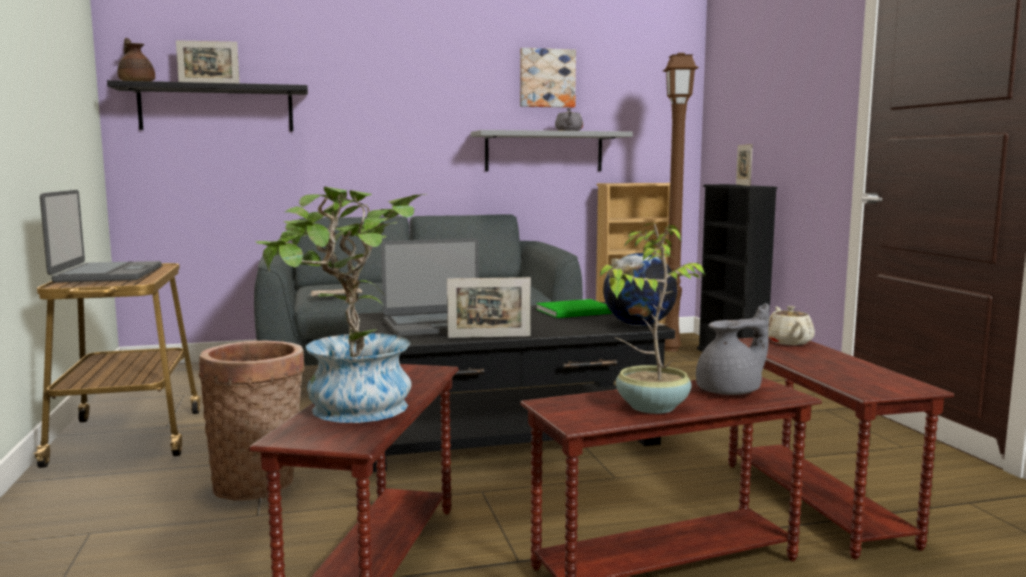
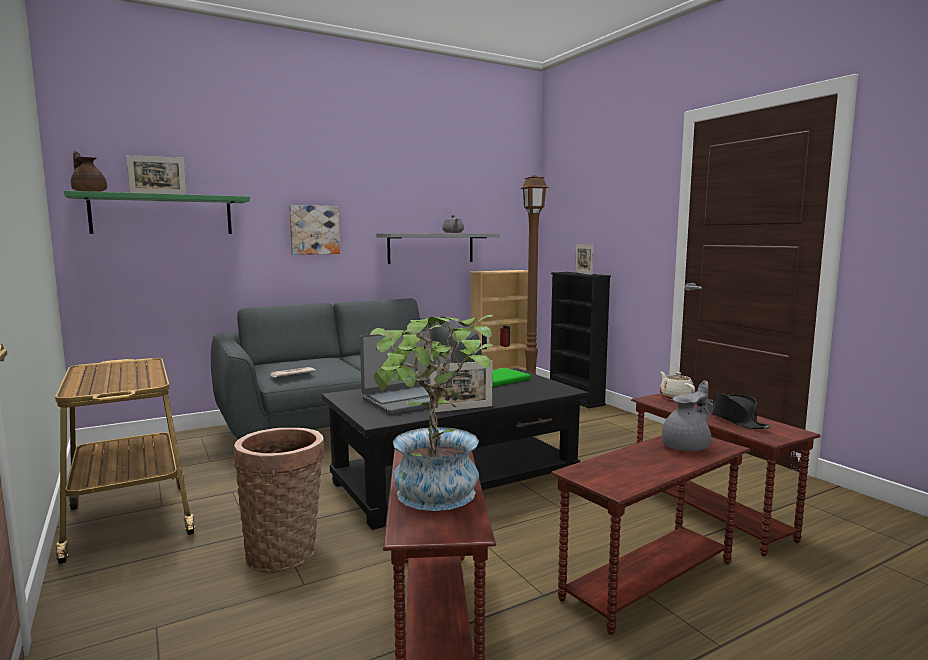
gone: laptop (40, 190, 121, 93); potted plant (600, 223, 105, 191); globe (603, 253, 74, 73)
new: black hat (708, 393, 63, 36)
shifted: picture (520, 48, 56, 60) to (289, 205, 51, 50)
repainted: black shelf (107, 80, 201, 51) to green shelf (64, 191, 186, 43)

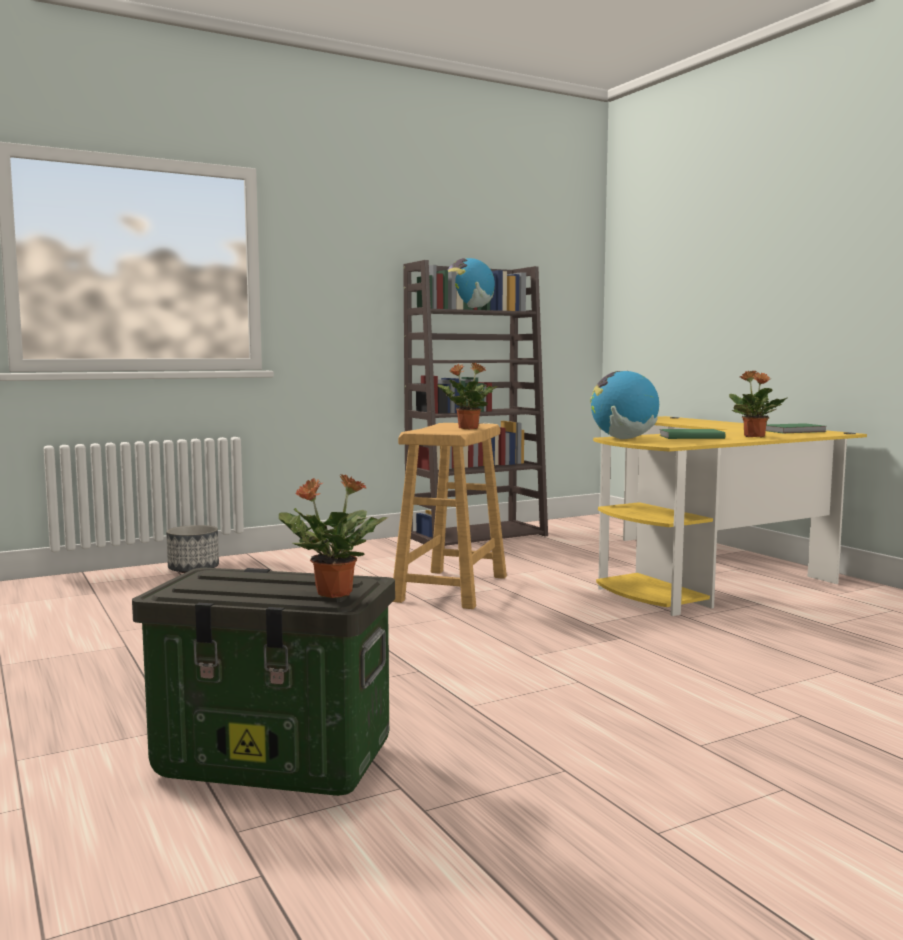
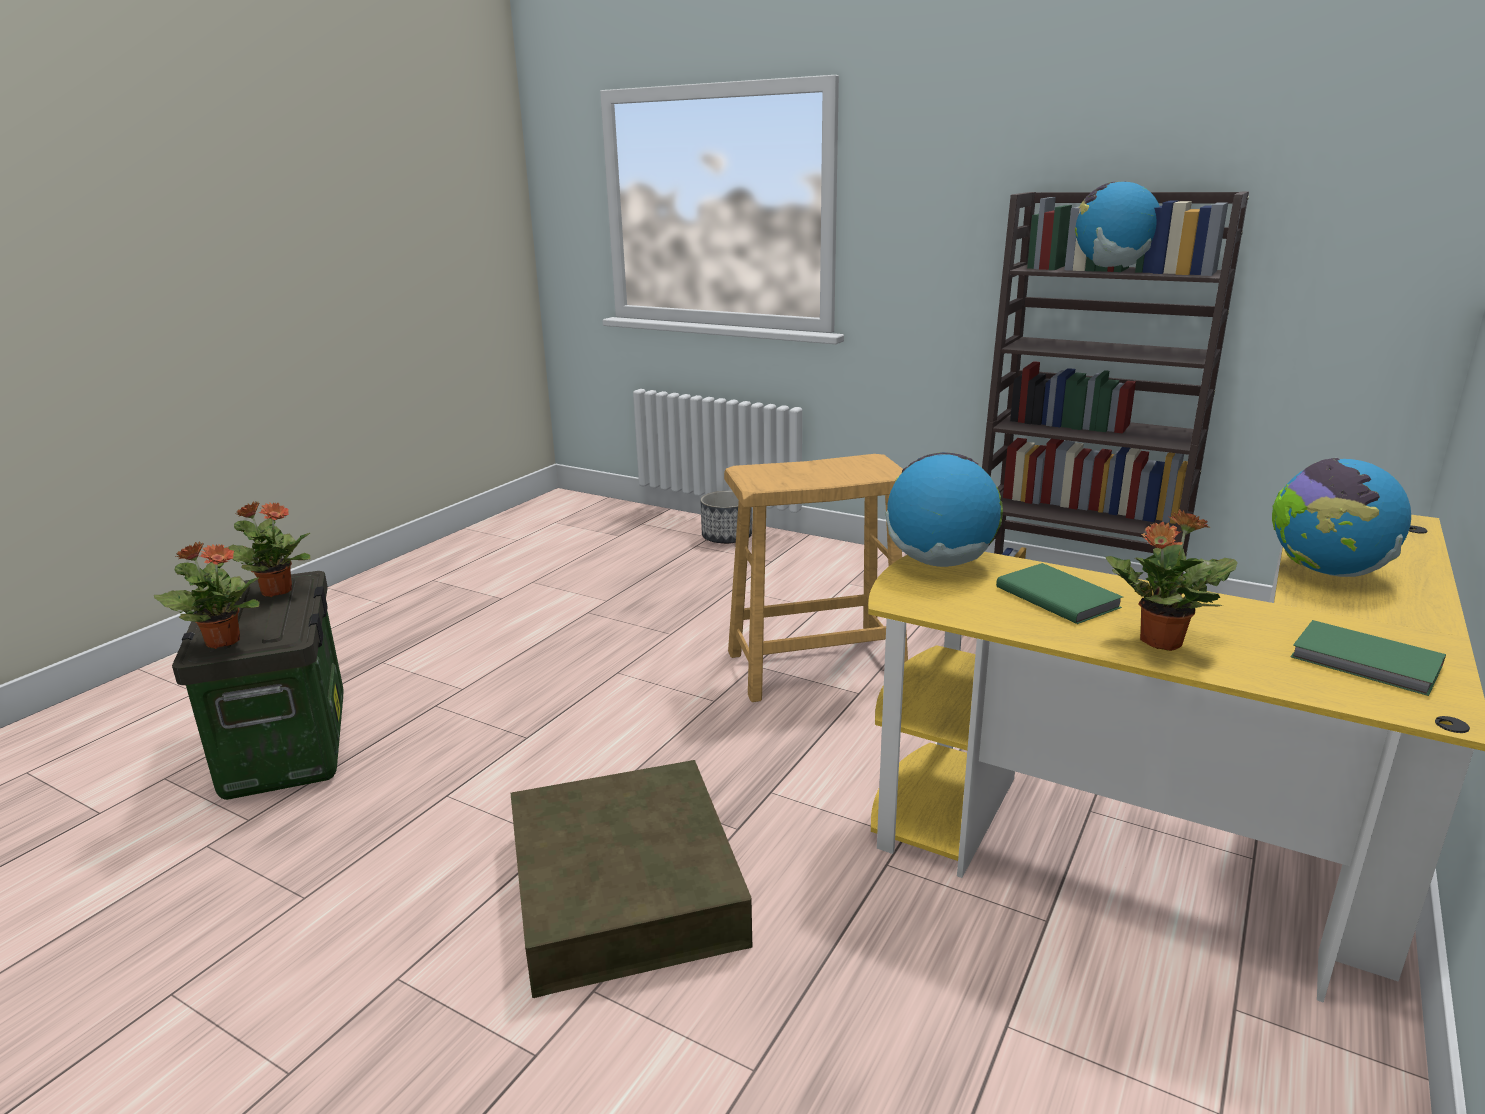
new: globe (1272, 458, 139, 119); brown storage box (510, 760, 243, 238)
shifted: potted plant (438, 363, 60, 66) to (226, 501, 84, 96)

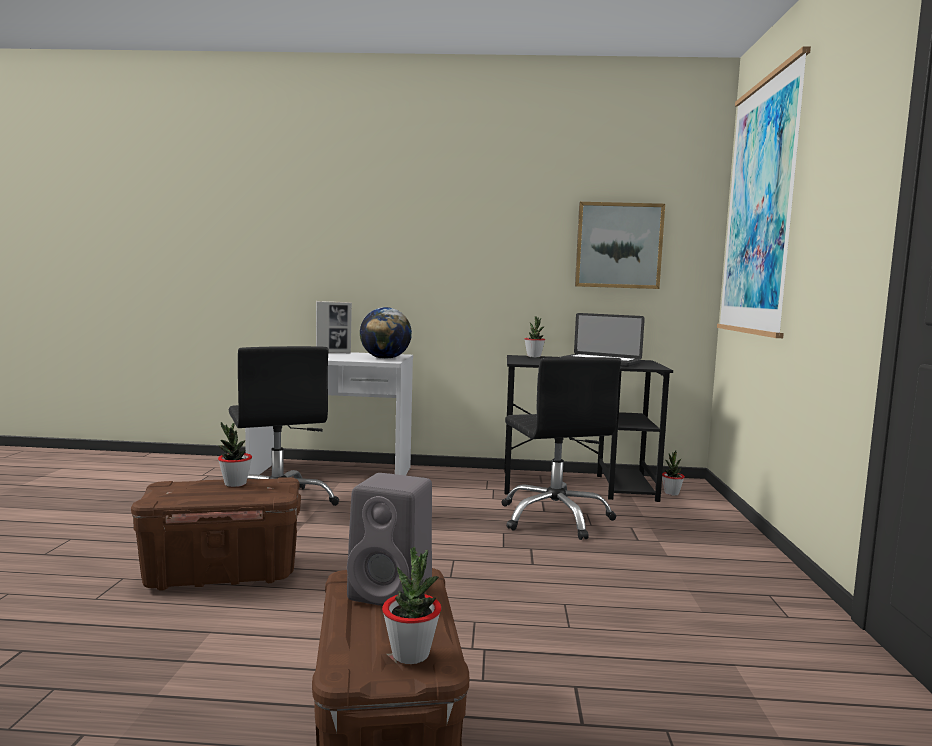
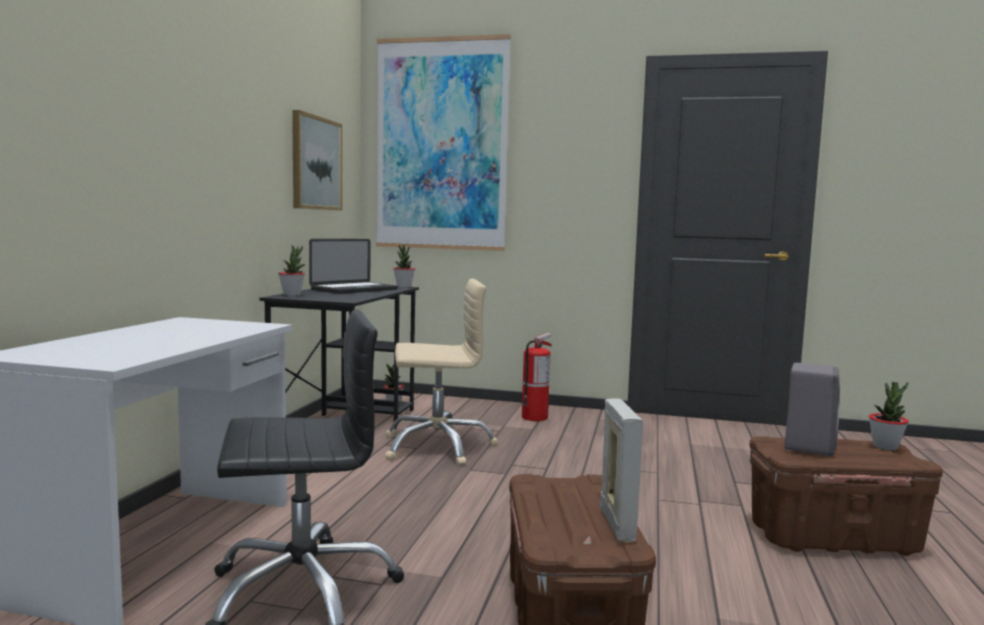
gone: globe (360, 307, 52, 52)
new: fire extinguisher (522, 333, 30, 88)
shifted: picture frame (316, 301, 36, 53) to (600, 398, 43, 144); potted plant (218, 422, 34, 65) to (393, 245, 22, 43)
repainted: black office chair (501, 357, 120, 183) to beige office chair (385, 279, 114, 187)

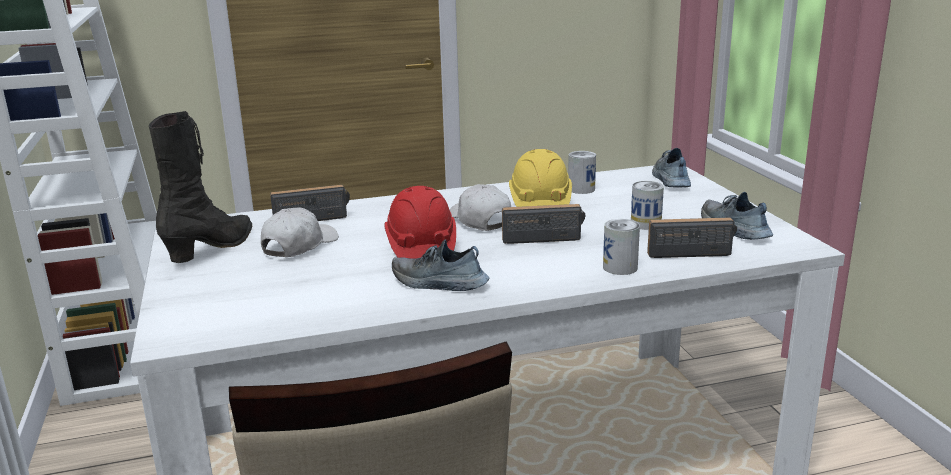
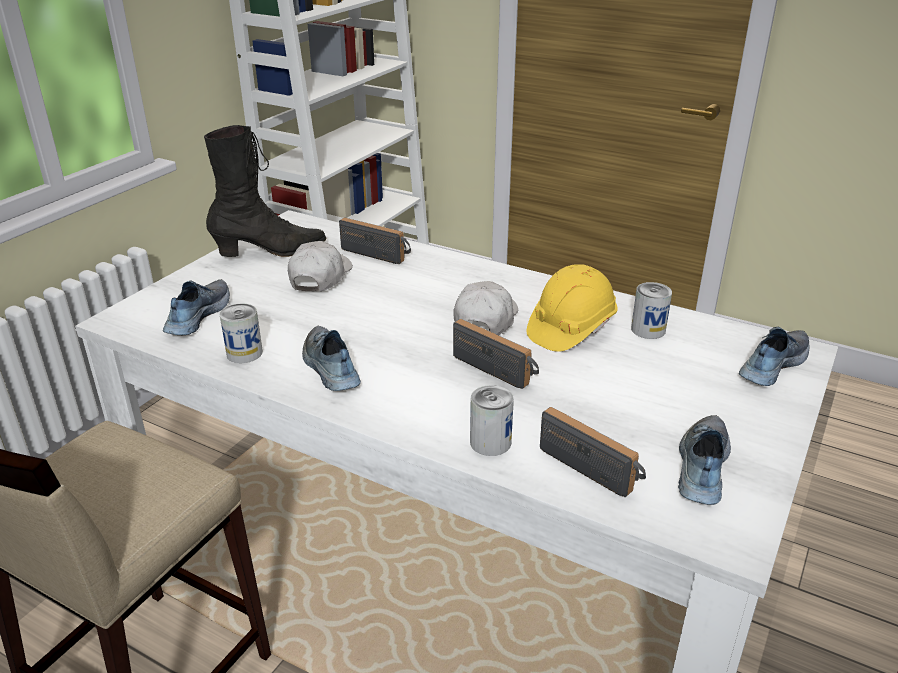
gone: red hard hat (384, 186, 72, 73)
new: shoe (163, 279, 67, 56)
shifted: can (631, 181, 33, 49) to (219, 304, 44, 59)
rotated: white cap (261, 208, 78, 49) = (288, 241, 65, 50) 60 degrees counterclockwise

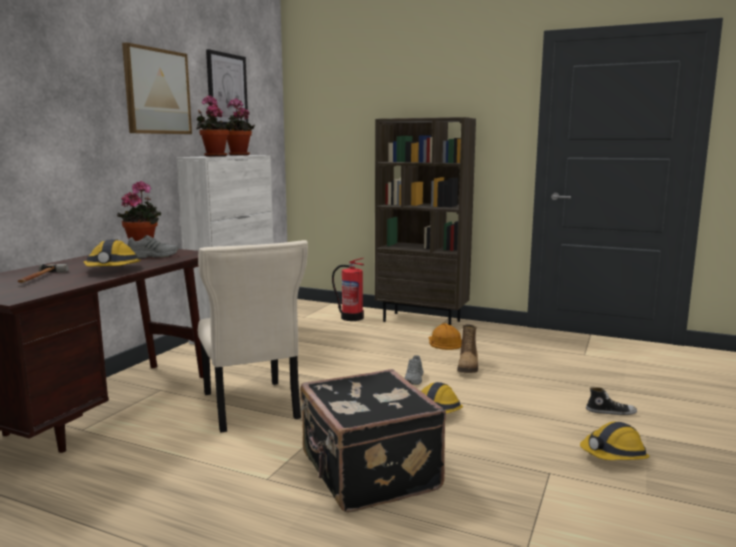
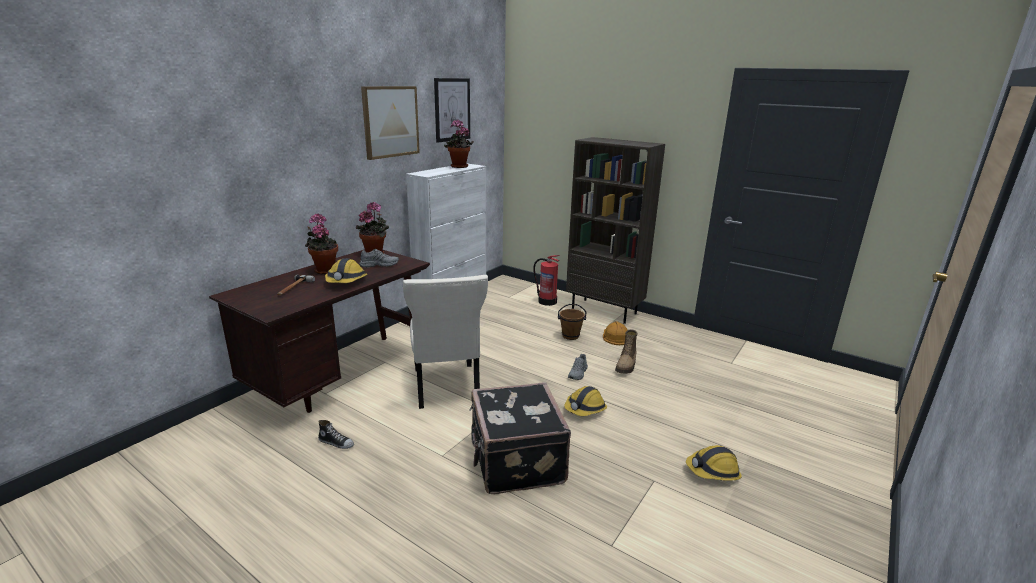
new: brown bucket (558, 304, 29, 36)
shifted: potted plant (196, 95, 33, 62) to (305, 213, 33, 62); shoe (586, 387, 51, 28) to (318, 420, 36, 29)

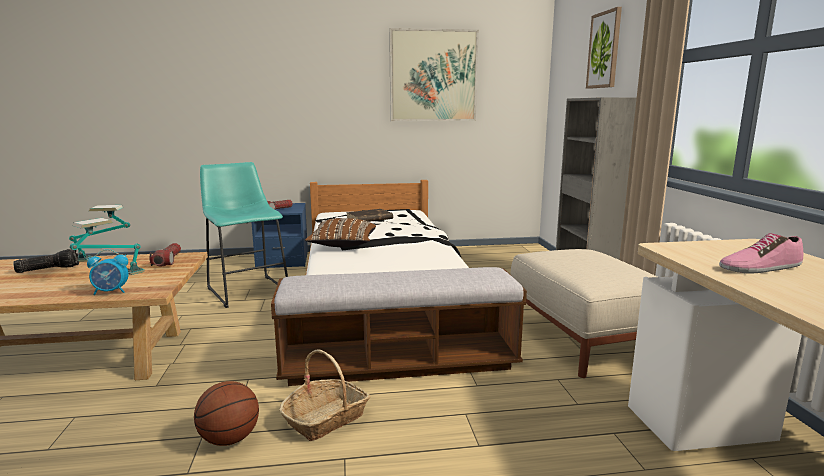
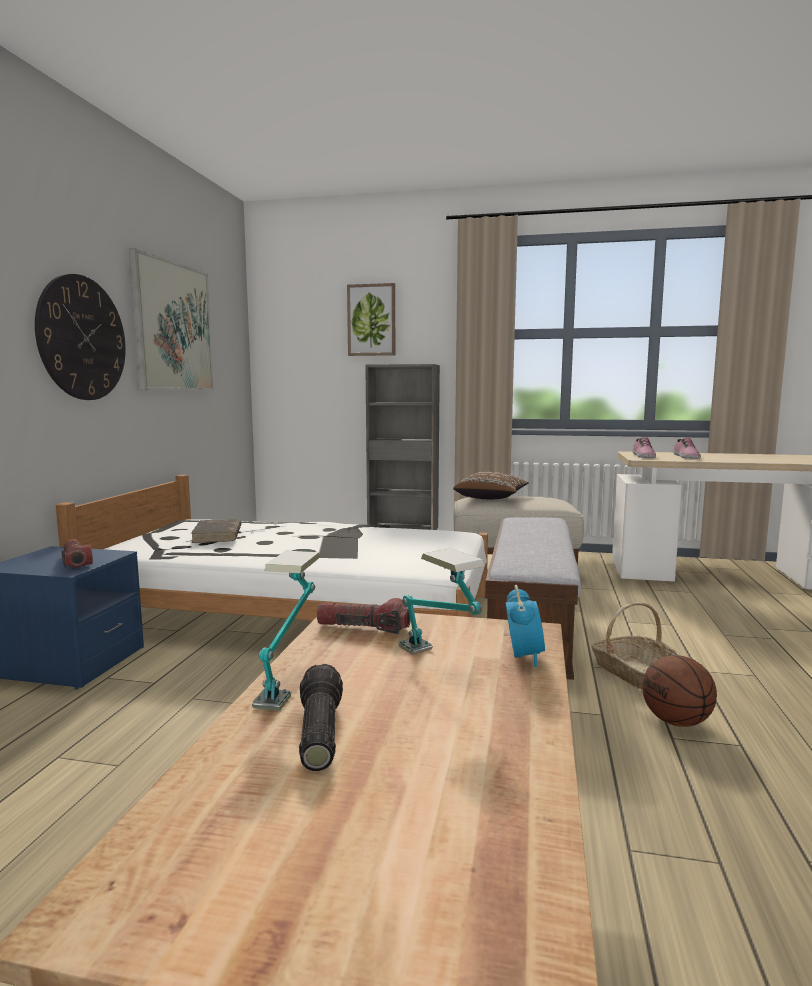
gone: turquoise stool (200, 162, 88, 146)
new: wall clock (35, 274, 91, 126); shoe (633, 437, 23, 21)
shifted: brown pillow (305, 218, 71, 29) to (453, 472, 76, 27)

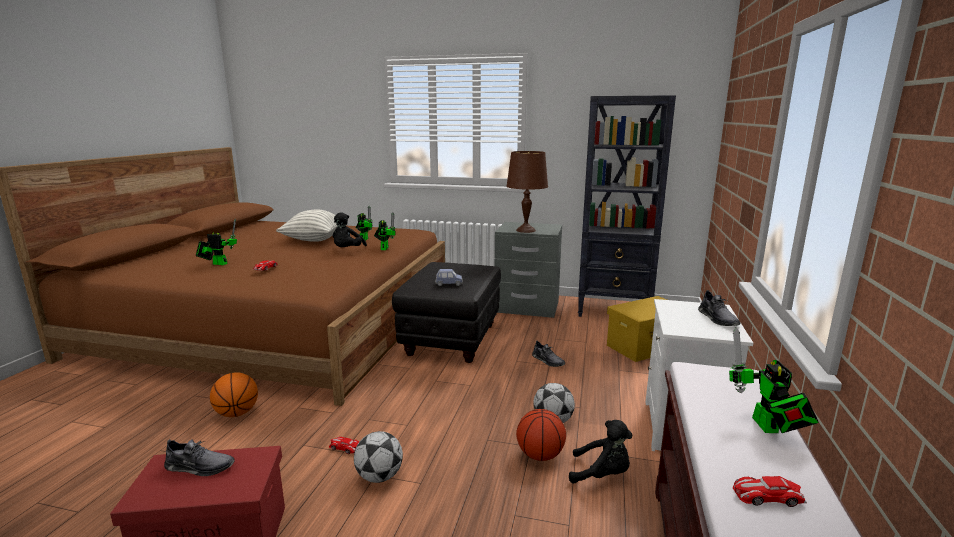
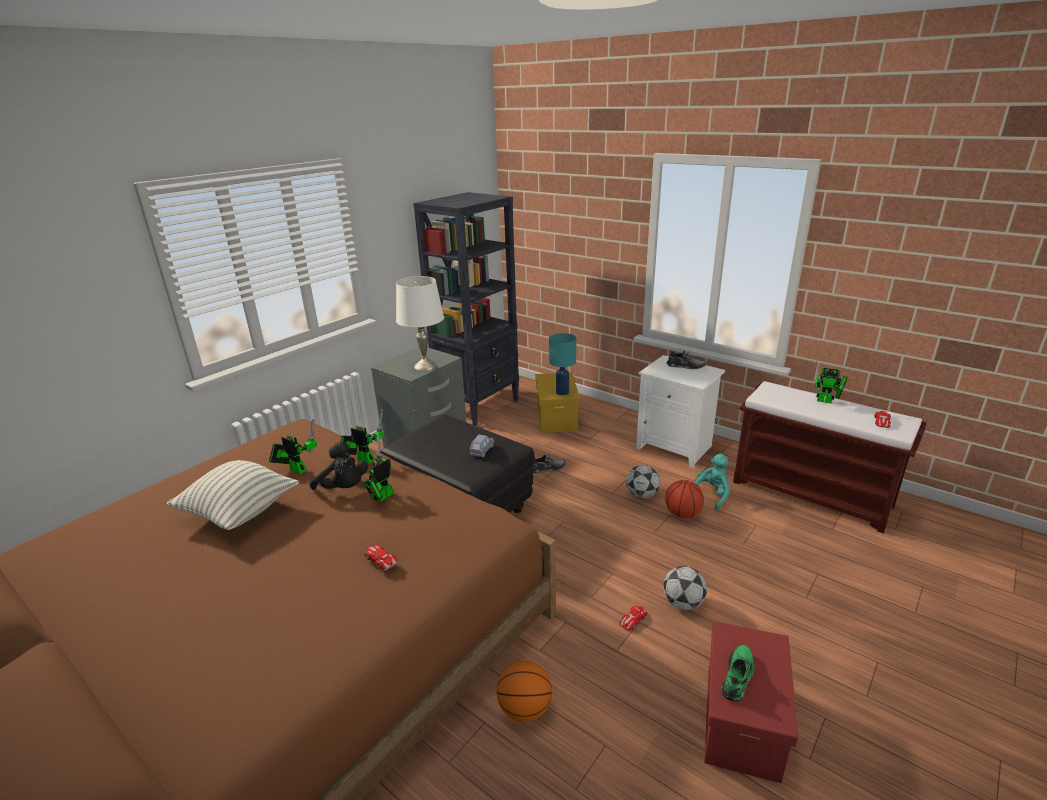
new: turquoise table lamp (549, 333, 27, 62)
shifted: toy robot (196, 219, 41, 46) to (363, 432, 31, 70)
repainted: brown table lamp (506, 151, 42, 82) to white table lamp (396, 276, 48, 95); black plush toy (569, 420, 63, 64) to turquoise plush toy (695, 454, 35, 57); grey shoe (164, 439, 70, 37) to green shoe (721, 645, 34, 57)

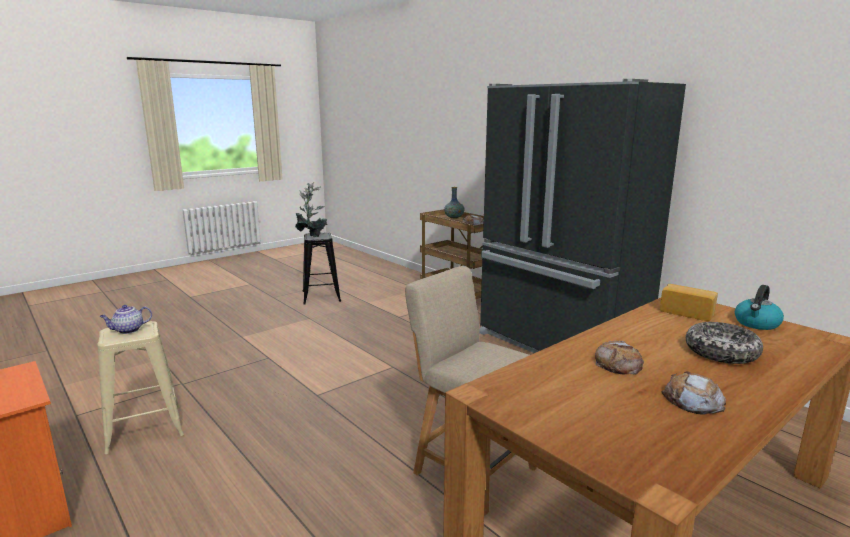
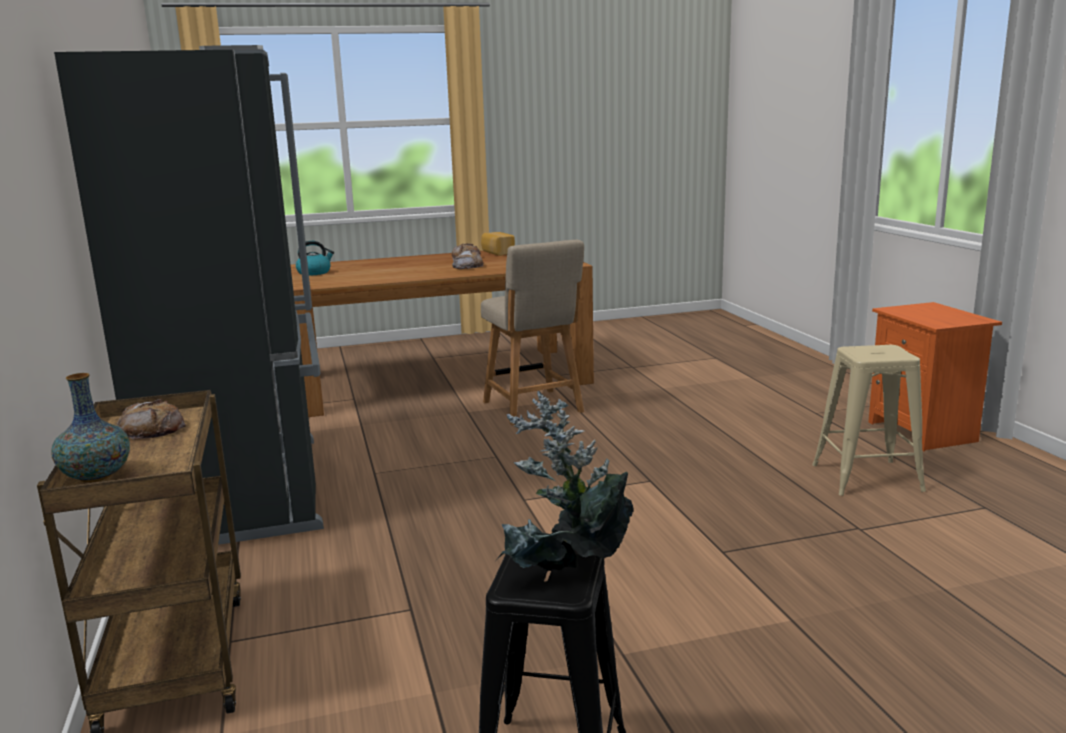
gone: teapot (100, 305, 52, 29); bowl (686, 322, 77, 42)
shifted: bread (660, 284, 58, 37) to (481, 232, 34, 24)

